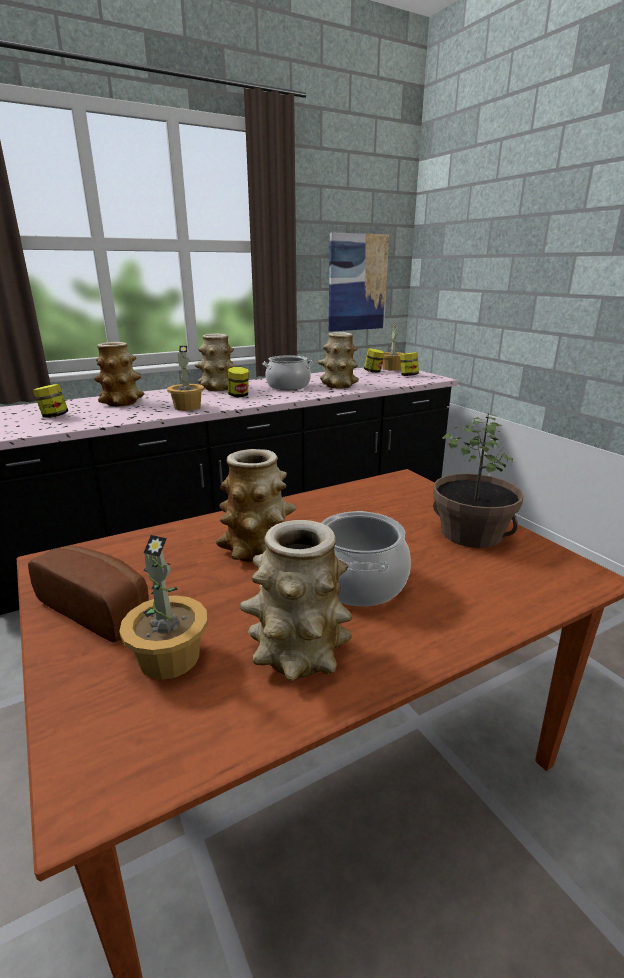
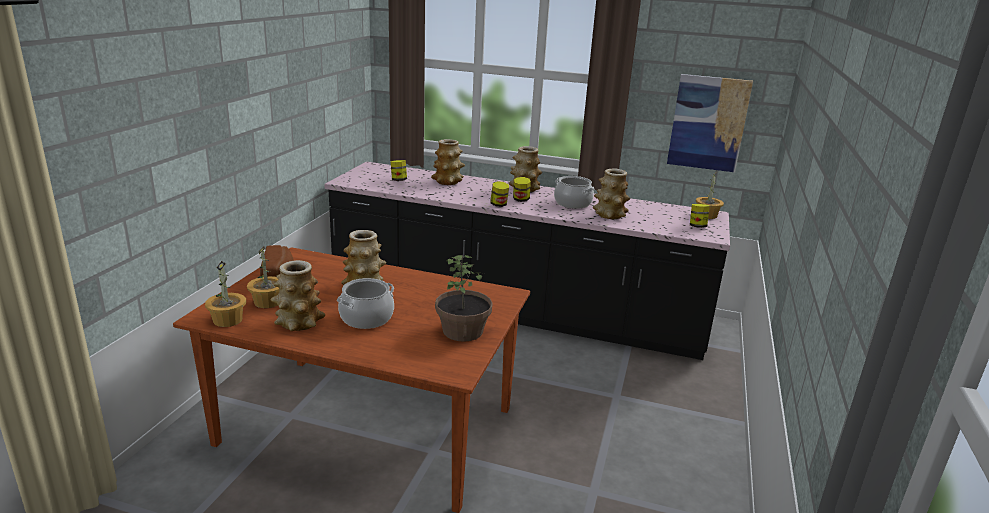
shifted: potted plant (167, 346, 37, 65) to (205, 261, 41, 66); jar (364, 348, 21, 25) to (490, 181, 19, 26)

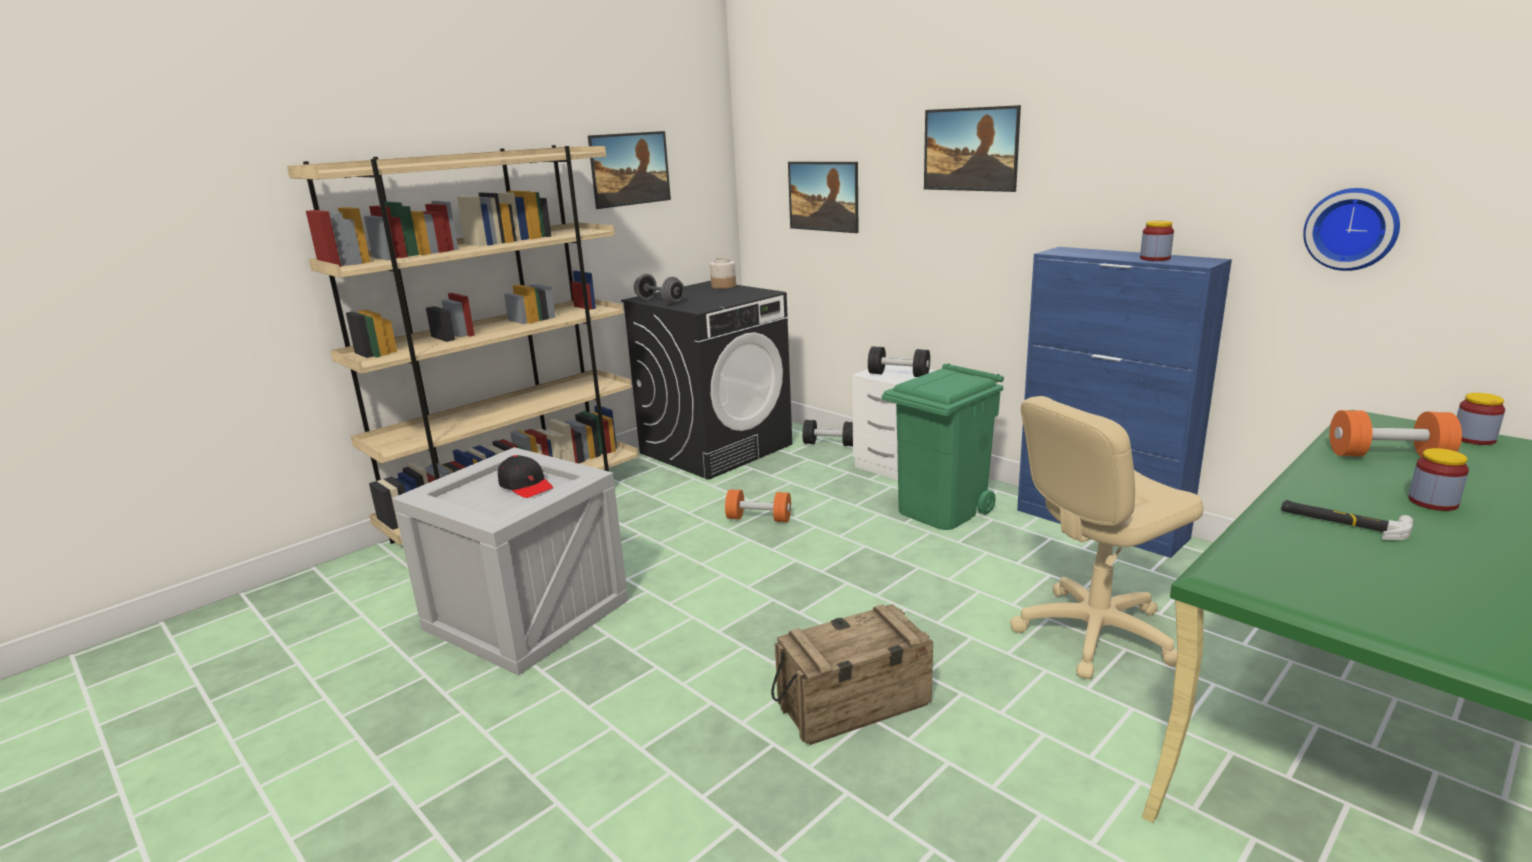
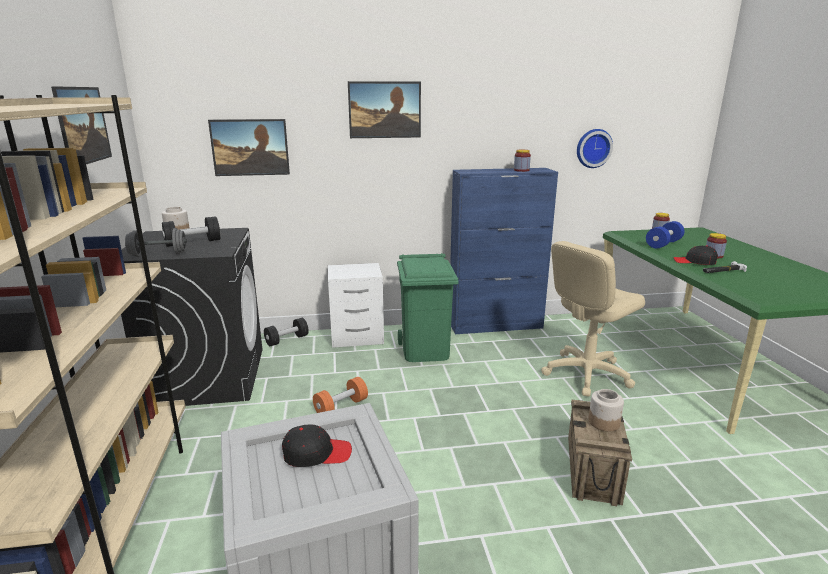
new: black cap (674, 245, 44, 20); jar (588, 389, 36, 42)
shifted: black dumbbell (868, 346, 62, 31) to (162, 216, 59, 31)
repainted: orange dumbbell (1329, 410, 133, 47) to blue dumbbell (646, 221, 38, 28)
rotated: beige office chair (1010, 396, 194, 283) = (541, 241, 104, 156) 45 degrees clockwise

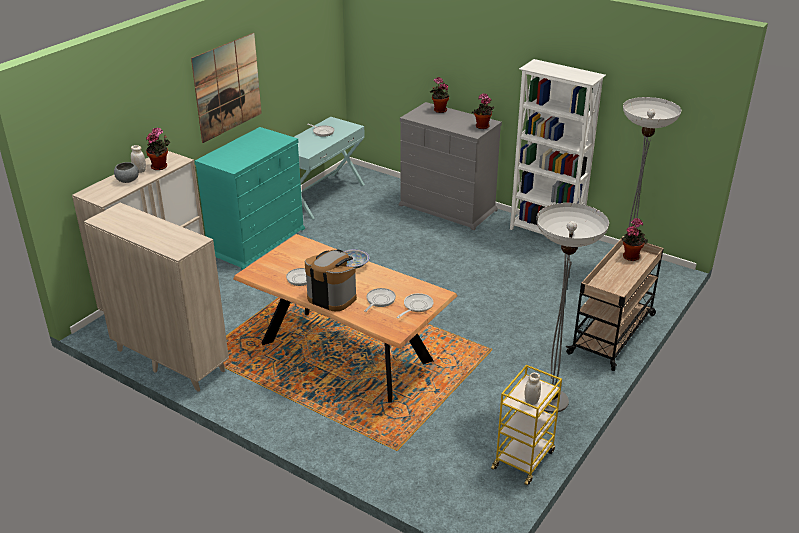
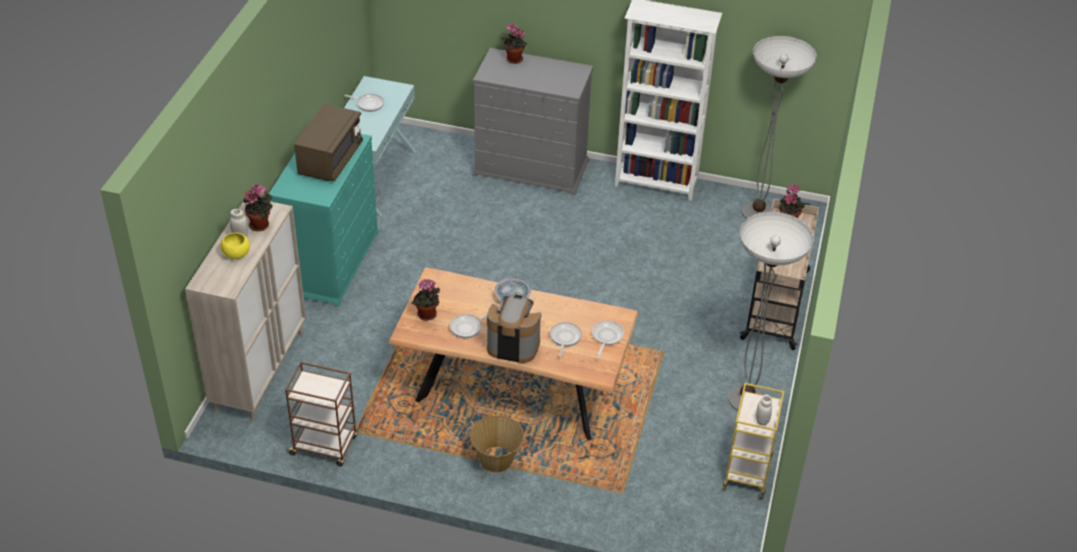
gone: picture (191, 33, 71, 110)
new: brown microwave (294, 104, 69, 78); basket (470, 415, 54, 58)
shifted: potted plant (472, 93, 22, 36) to (412, 279, 28, 42)
swapped: beige cabinet (84, 203, 145, 189) to brown cart (285, 362, 73, 104)
repainted: grey bowl (114, 162, 25, 21) to yellow bowl (221, 233, 29, 26)

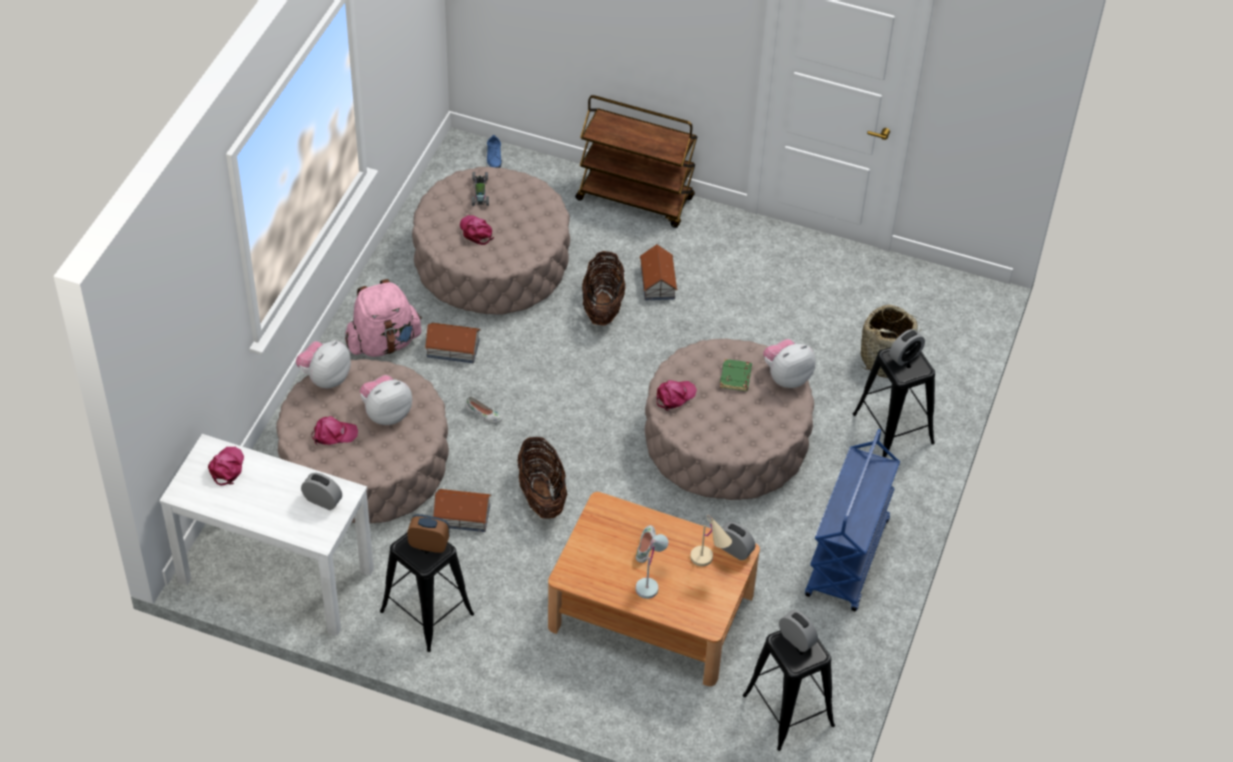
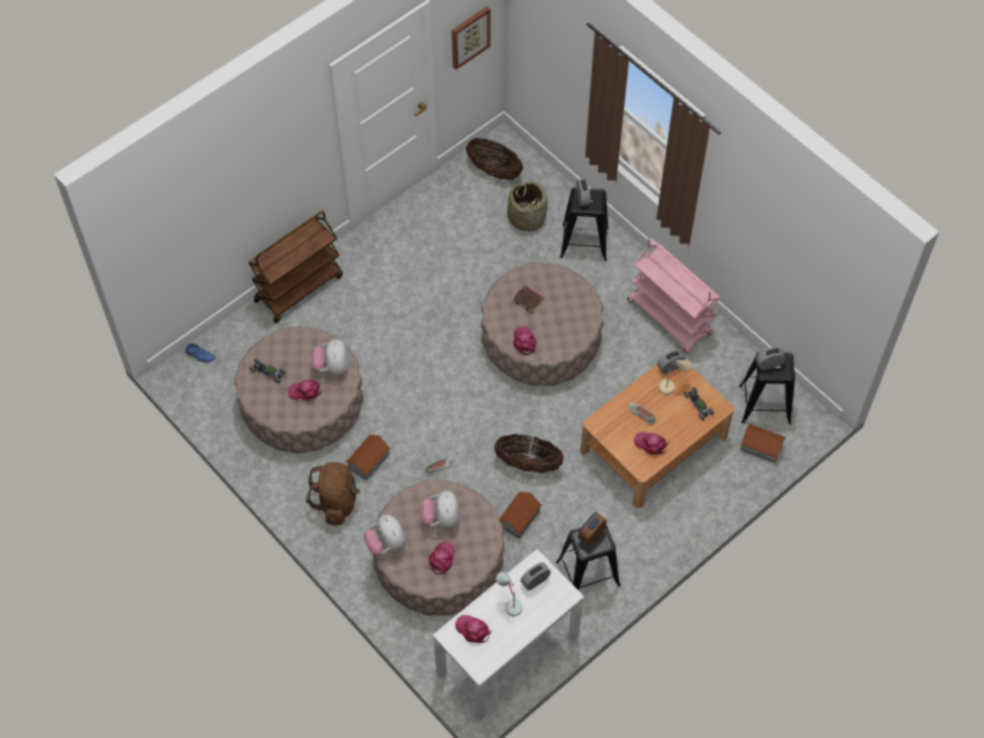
new: picture (452, 6, 39, 64); toy car (684, 387, 30, 33); pink cap (634, 432, 34, 23)
shifted: toy house (639, 244, 39, 57) to (740, 424, 46, 39); basket (582, 251, 43, 75) to (466, 138, 57, 42); plush toy (763, 339, 53, 49) to (312, 339, 38, 36); white table lamp (635, 534, 34, 65) to (496, 572, 27, 44)
repainted: pink backpack (345, 279, 77, 78) to brown backpack (306, 462, 54, 63); green book (720, 359, 32, 32) to brown book (512, 285, 32, 28); blue cart (805, 429, 95, 183) to pink cart (627, 238, 93, 116)

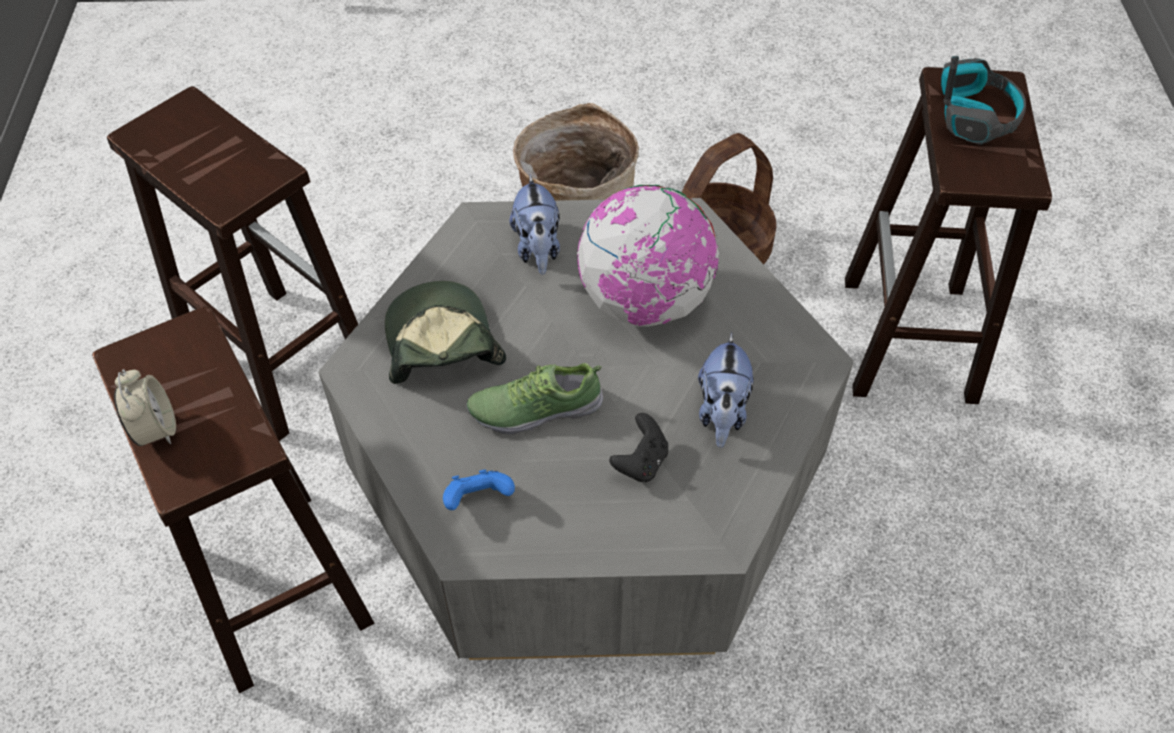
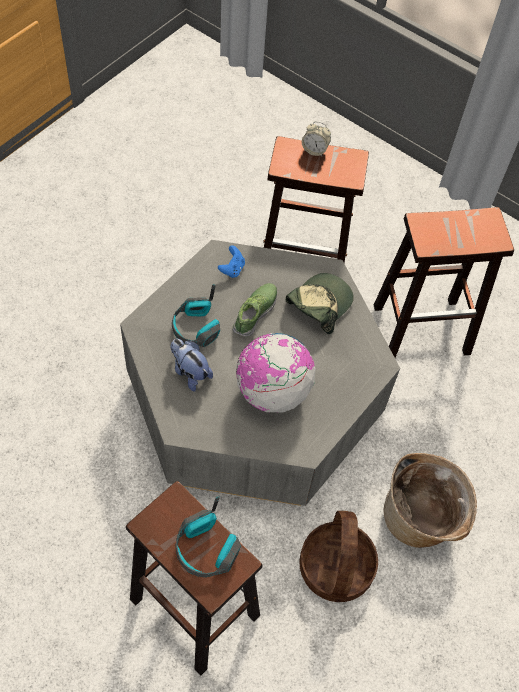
gone: plush toy (510, 174, 50, 101)
swapped: black game controller (609, 413, 59, 69) to headphones (172, 284, 48, 63)
rotated: cap (385, 281, 121, 103) = (286, 273, 68, 61) 75 degrees counterclockwise

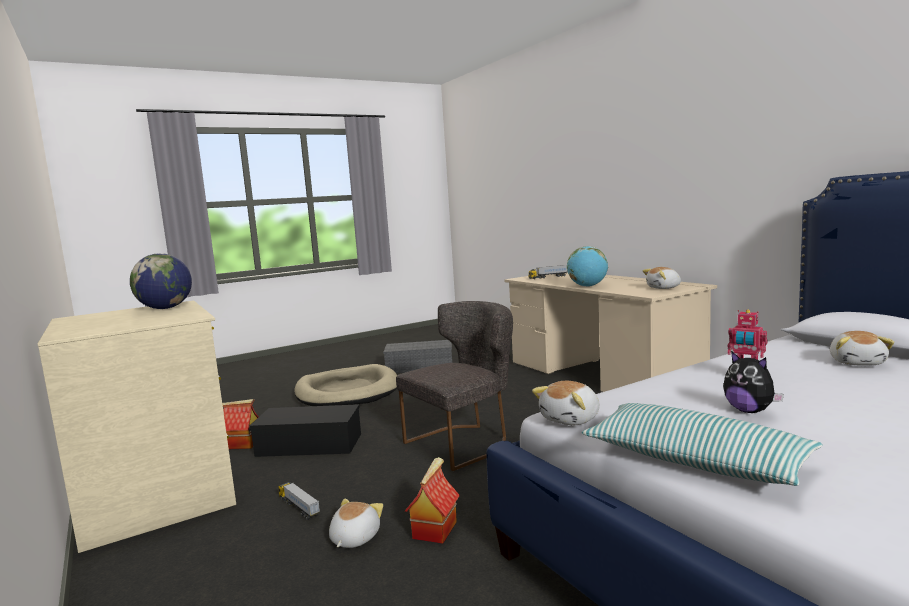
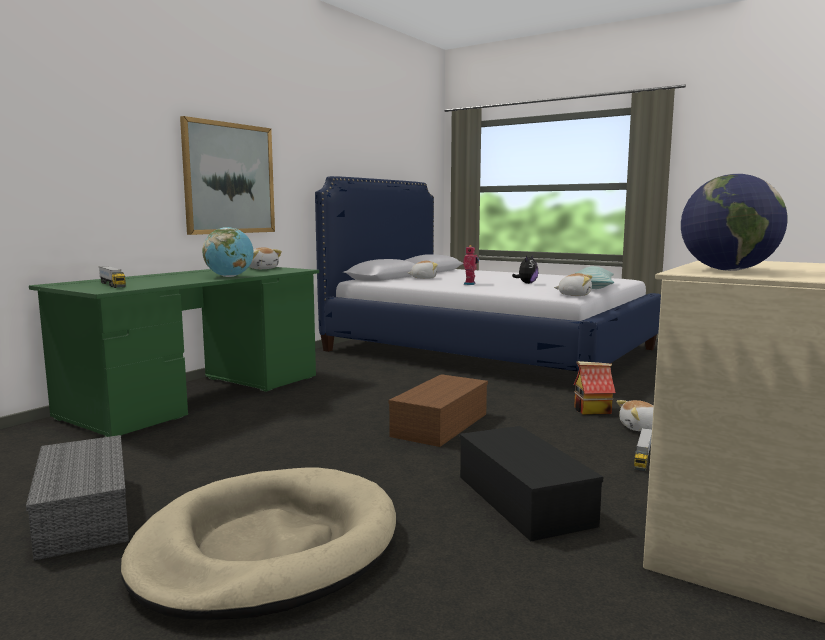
gone: toy house (222, 399, 36, 50)
new: picture (180, 116, 95, 119)
swapped: grey chair (396, 301, 117, 170) to brown storage box (388, 374, 100, 73)
repainted: beige desk (504, 272, 213, 120) to green desk (29, 267, 290, 170)

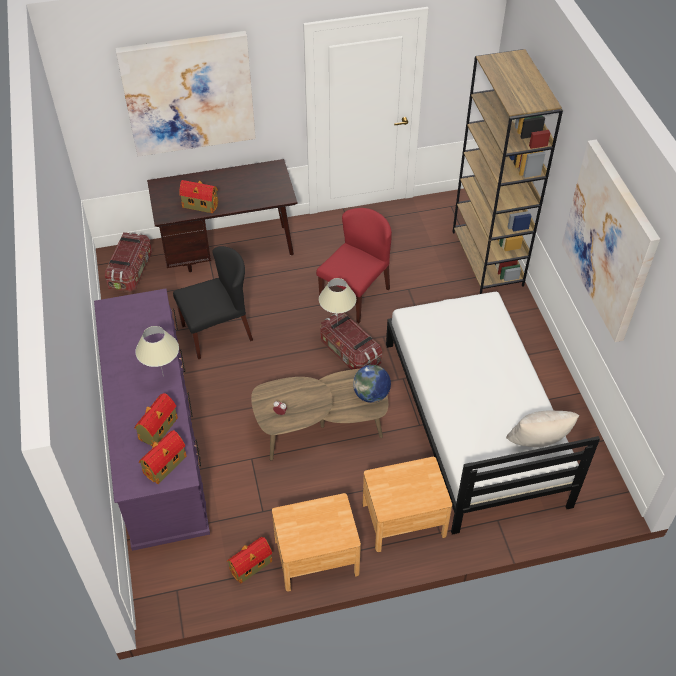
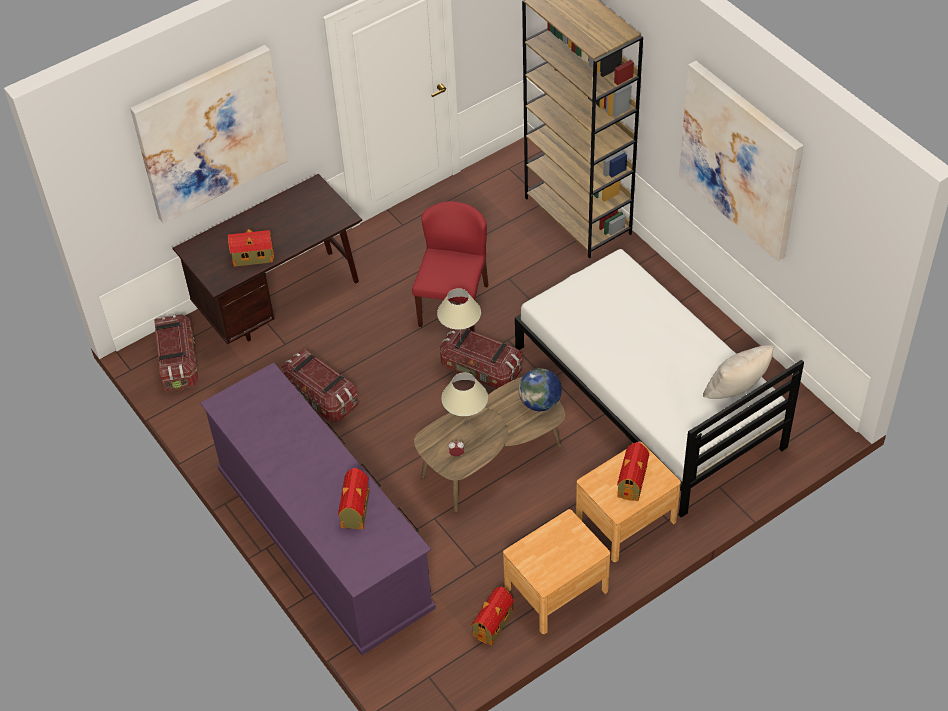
shifted: beige table lamp (135, 326, 44, 51) to (441, 373, 47, 54); toy house (139, 430, 48, 54) to (617, 442, 32, 59)
swapped: black chair (173, 246, 80, 113) to storage box (281, 349, 78, 73)

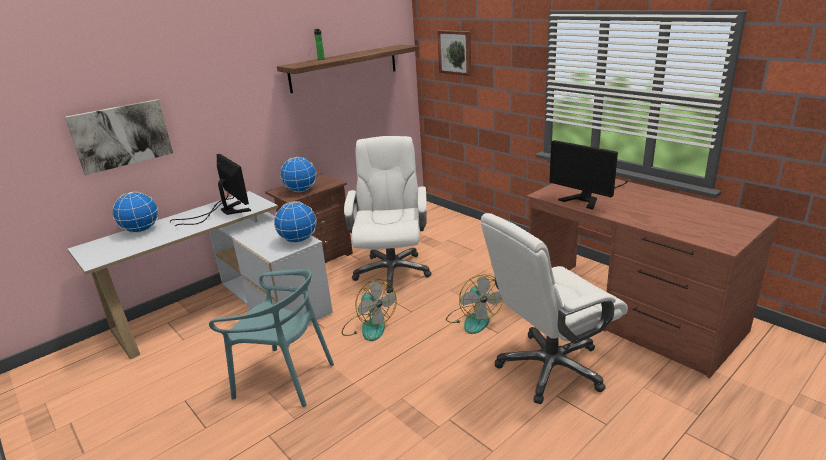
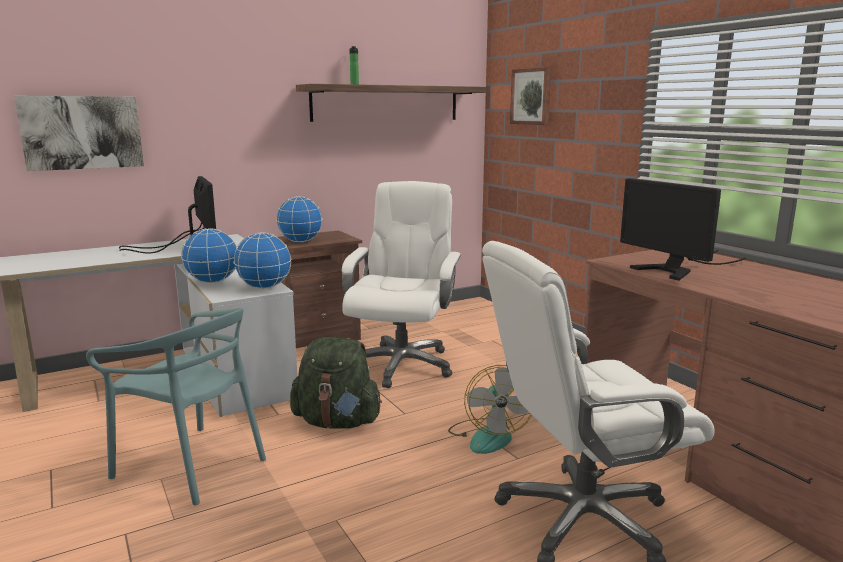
shifted: globe (112, 192, 47, 41) to (181, 229, 56, 54)
swapped: fan (342, 279, 55, 62) to green backpack (290, 337, 92, 92)

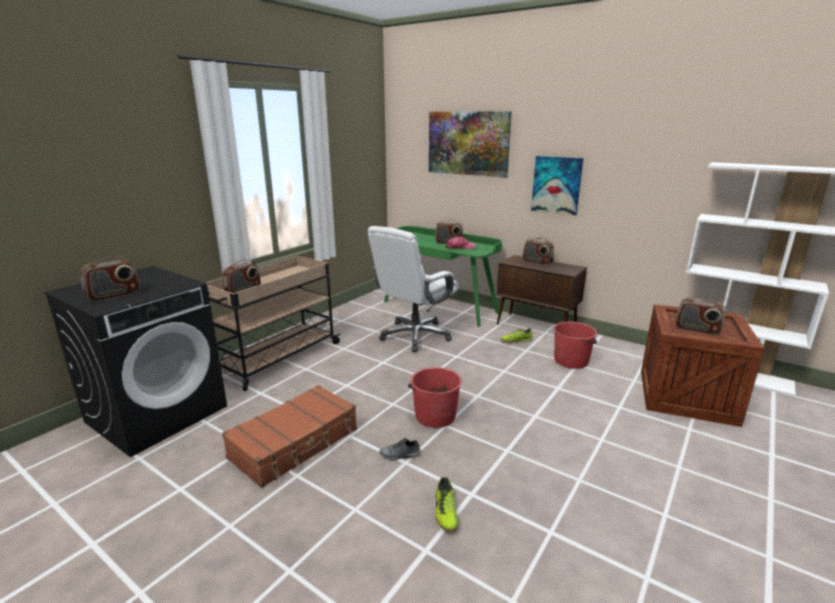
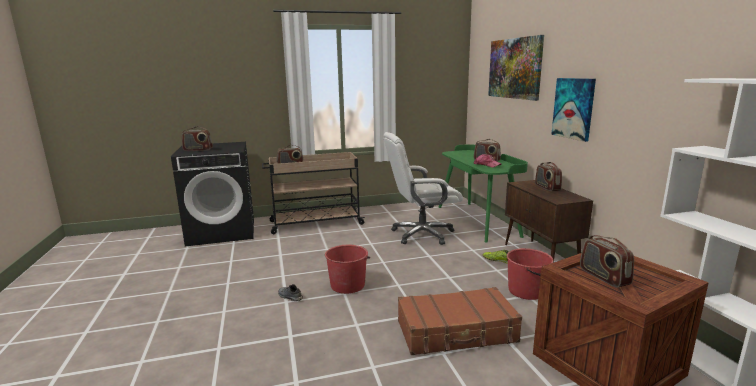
gone: shoe (436, 477, 22, 54)
shifted: brown suitcase (222, 385, 135, 103) to (398, 287, 124, 68)

